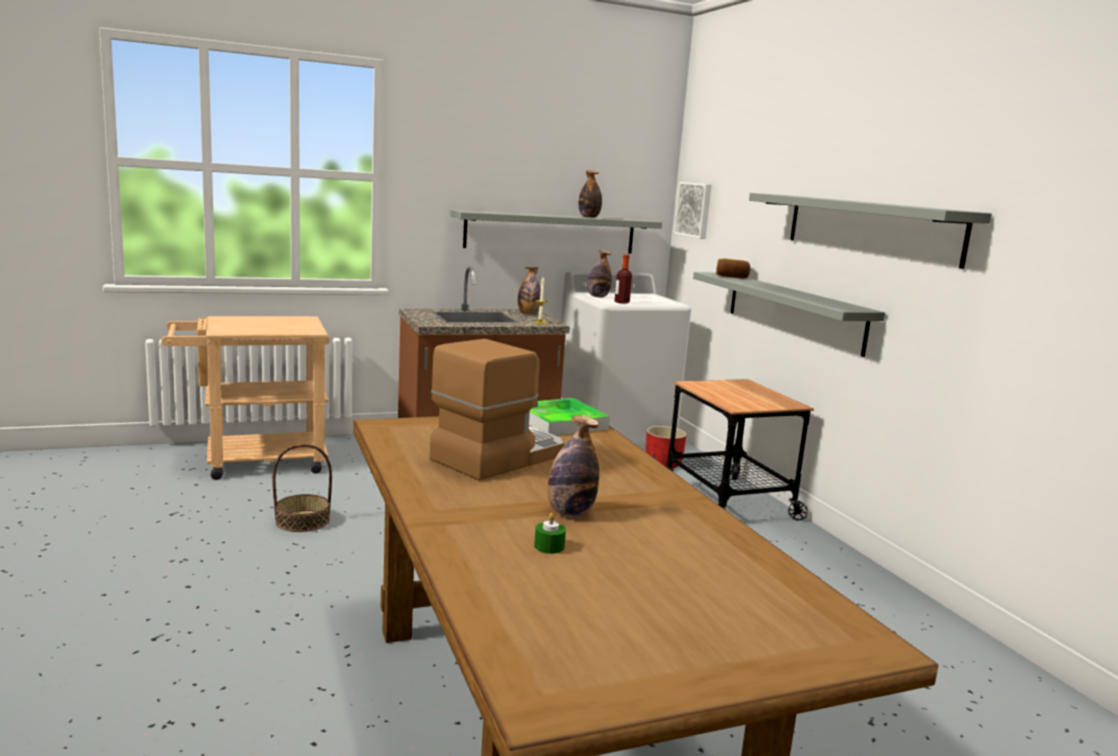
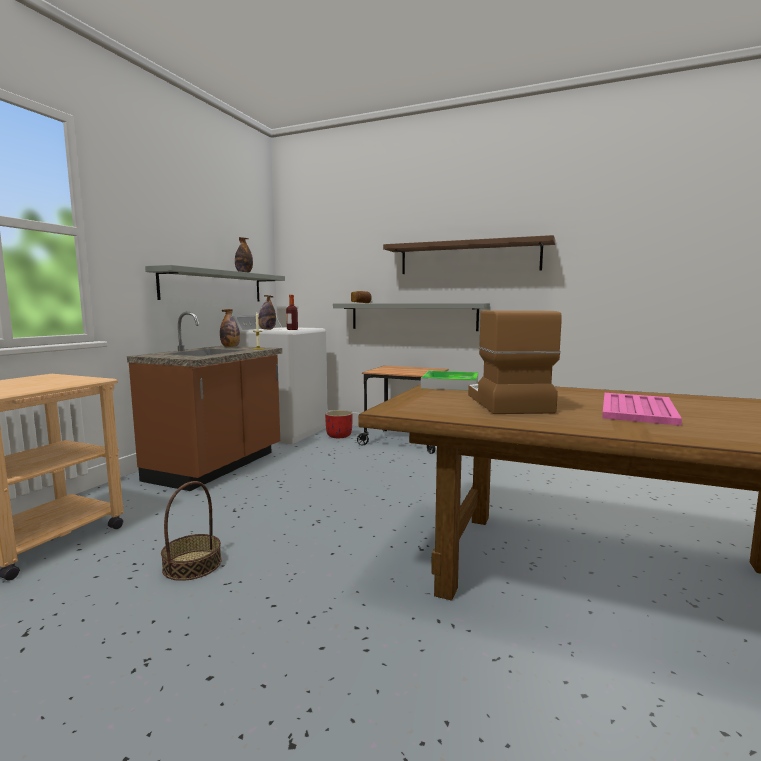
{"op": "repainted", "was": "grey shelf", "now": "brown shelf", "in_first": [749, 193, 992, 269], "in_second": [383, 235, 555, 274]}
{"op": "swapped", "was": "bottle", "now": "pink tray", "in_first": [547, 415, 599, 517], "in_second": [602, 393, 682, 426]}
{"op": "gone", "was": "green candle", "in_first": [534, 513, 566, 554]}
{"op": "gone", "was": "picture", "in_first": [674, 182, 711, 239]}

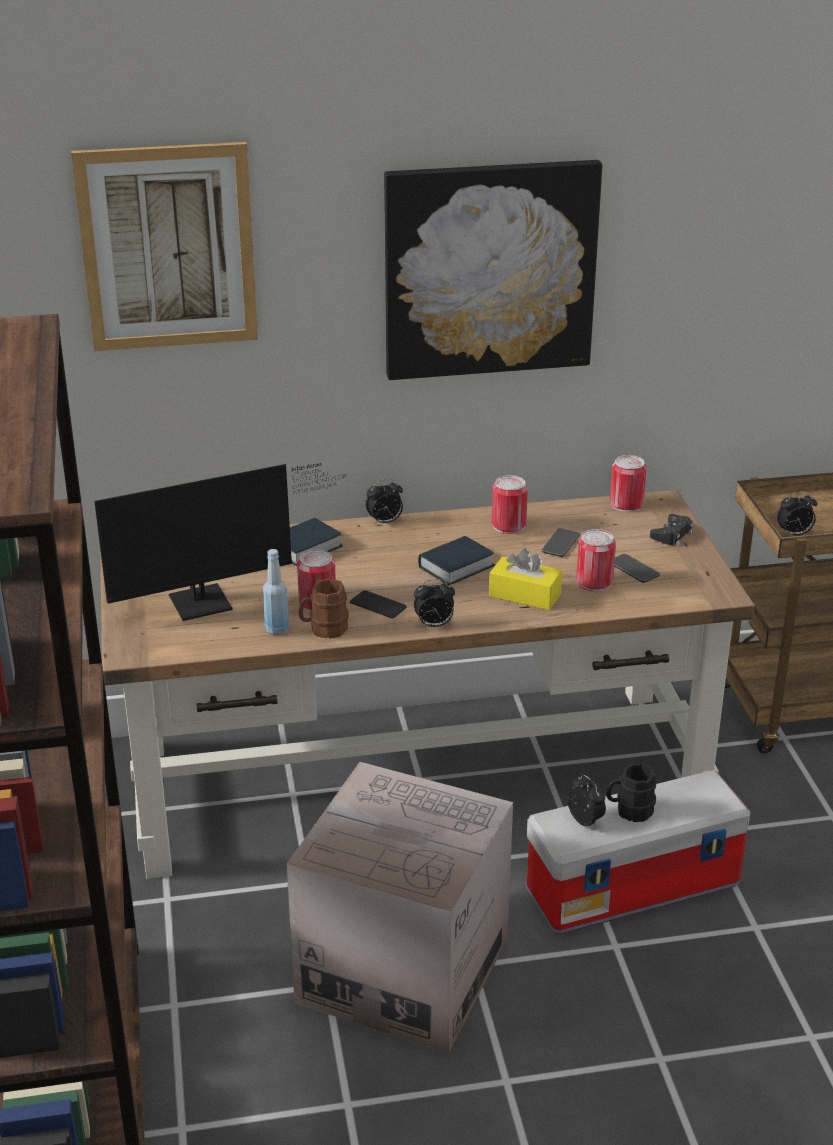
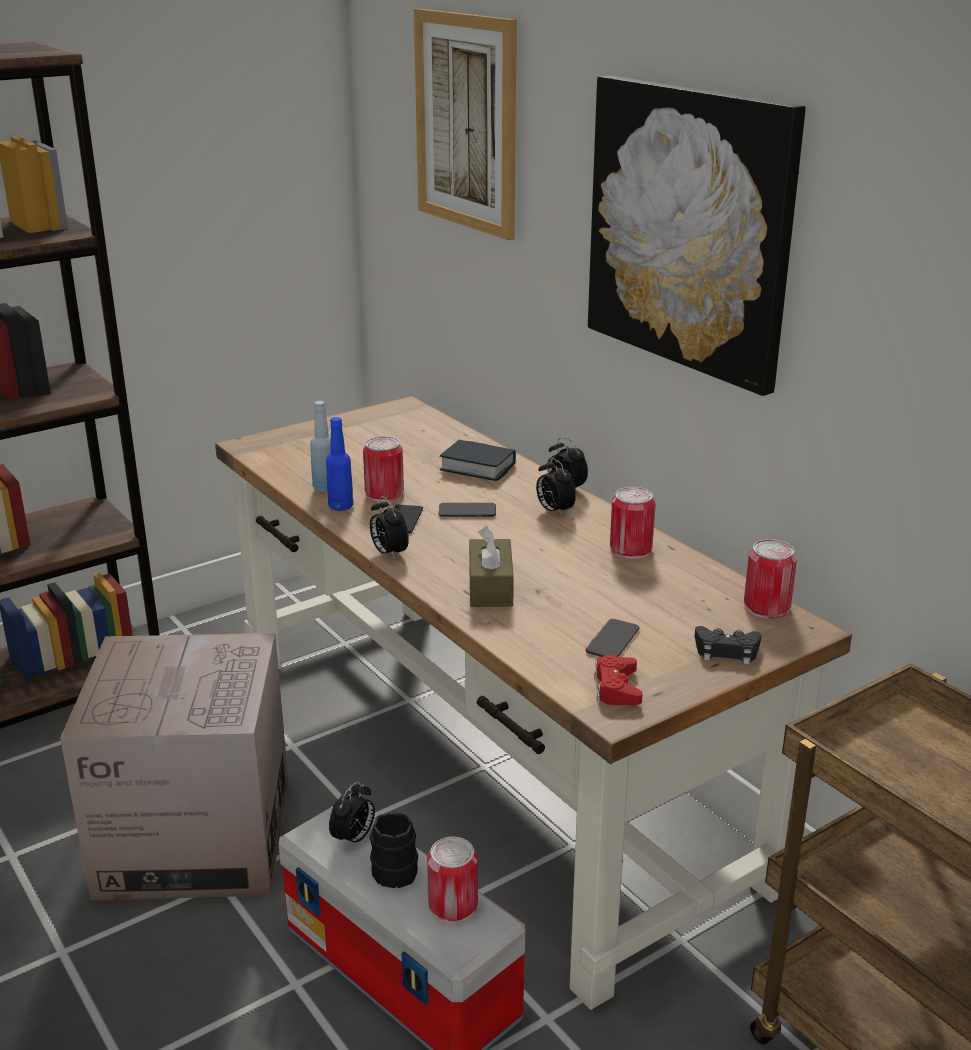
{"op": "swapped", "was": "brown mug", "now": "blue bottle", "in_first": [299, 579, 349, 638], "in_second": [326, 417, 353, 511]}
{"op": "shifted", "was": "can", "in_first": [576, 529, 616, 592], "in_second": [427, 837, 478, 923]}
{"op": "shifted", "was": "phone", "in_first": [542, 528, 580, 557], "in_second": [439, 503, 496, 517]}
{"op": "repainted", "was": "yellow tissue box", "now": "brown tissue box", "in_first": [489, 549, 562, 610], "in_second": [469, 526, 514, 607]}
{"op": "shifted", "was": "alarm clock", "in_first": [777, 491, 817, 536], "in_second": [536, 457, 576, 516]}
{"op": "new", "now": "red game controller", "in_second": [594, 655, 643, 705]}
{"op": "gone", "was": "monitor", "in_first": [94, 463, 345, 621]}
{"op": "gone", "was": "book", "in_first": [418, 536, 495, 585]}

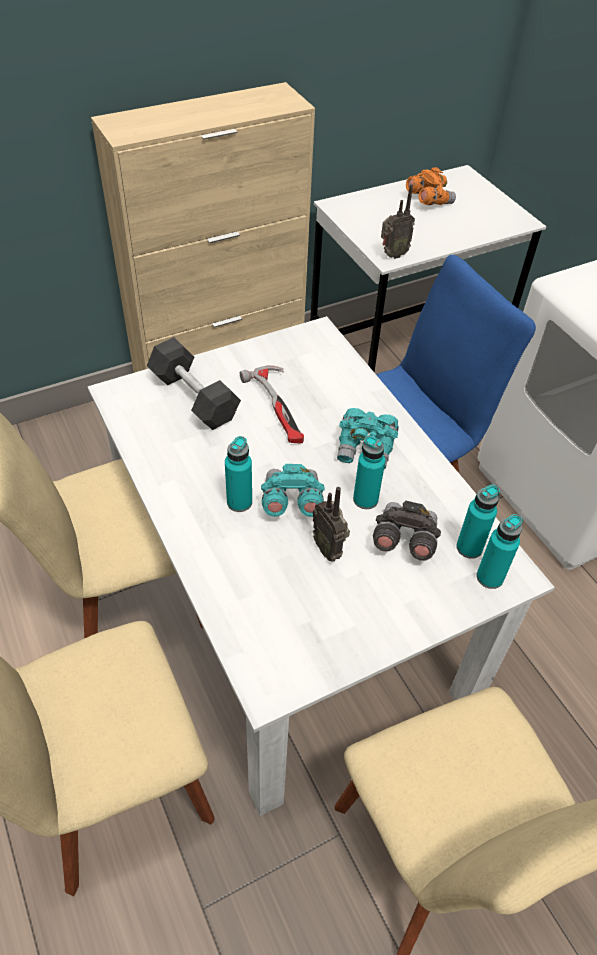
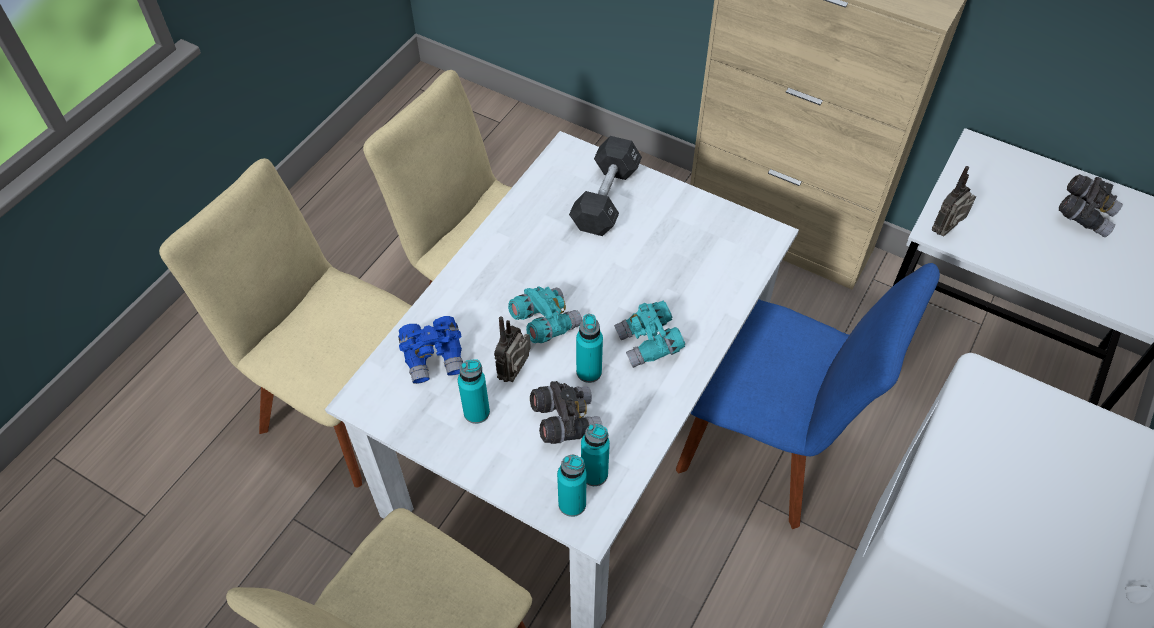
{"op": "new", "now": "blue binoculars", "in_second": [398, 316, 463, 384]}
{"op": "shifted", "was": "turquoise bottle", "in_first": [225, 436, 252, 512], "in_second": [458, 359, 490, 424]}
{"op": "rotated", "was": "radio", "in_first": [381, 184, 415, 259], "in_second": [931, 166, 976, 237], "clockwise": 105}
{"op": "repainted", "was": "orange binoculars", "now": "grey binoculars", "in_first": [406, 167, 456, 205], "in_second": [1059, 174, 1123, 237]}
{"op": "gone", "was": "hammer", "in_first": [240, 365, 304, 443]}

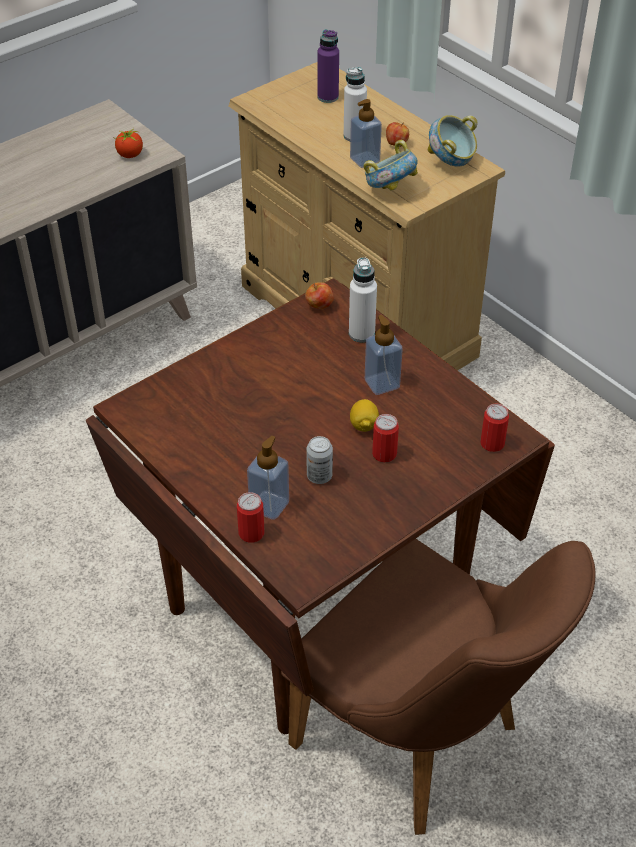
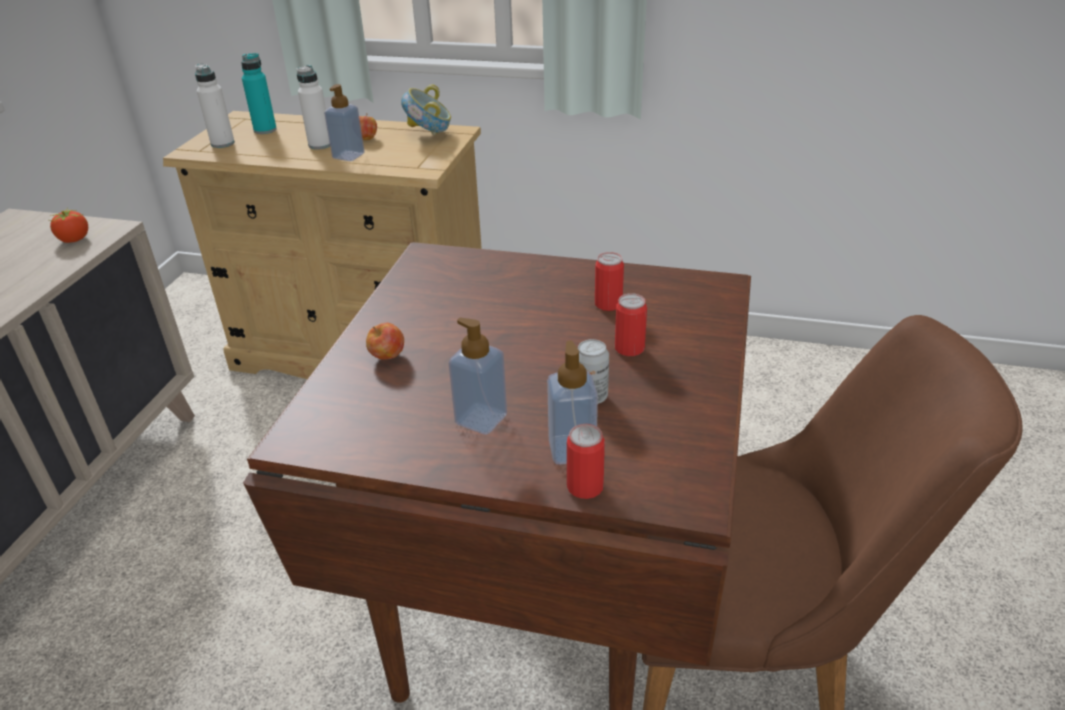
{"op": "shifted", "was": "white bottle", "in_first": [349, 258, 377, 343], "in_second": [195, 64, 235, 148]}
{"op": "repainted", "was": "purple bottle", "now": "turquoise bottle", "in_first": [317, 29, 339, 103], "in_second": [241, 53, 277, 134]}
{"op": "shifted", "was": "apple", "in_first": [305, 282, 334, 309], "in_second": [366, 323, 404, 360]}
{"op": "shifted", "was": "soap dispenser", "in_first": [365, 315, 402, 395], "in_second": [449, 317, 507, 435]}
{"op": "shifted", "was": "can", "in_first": [480, 404, 509, 452], "in_second": [595, 252, 624, 311]}
{"op": "gone", "was": "lemon", "in_first": [350, 399, 379, 432]}
{"op": "gone", "was": "bowl", "in_first": [363, 140, 418, 191]}

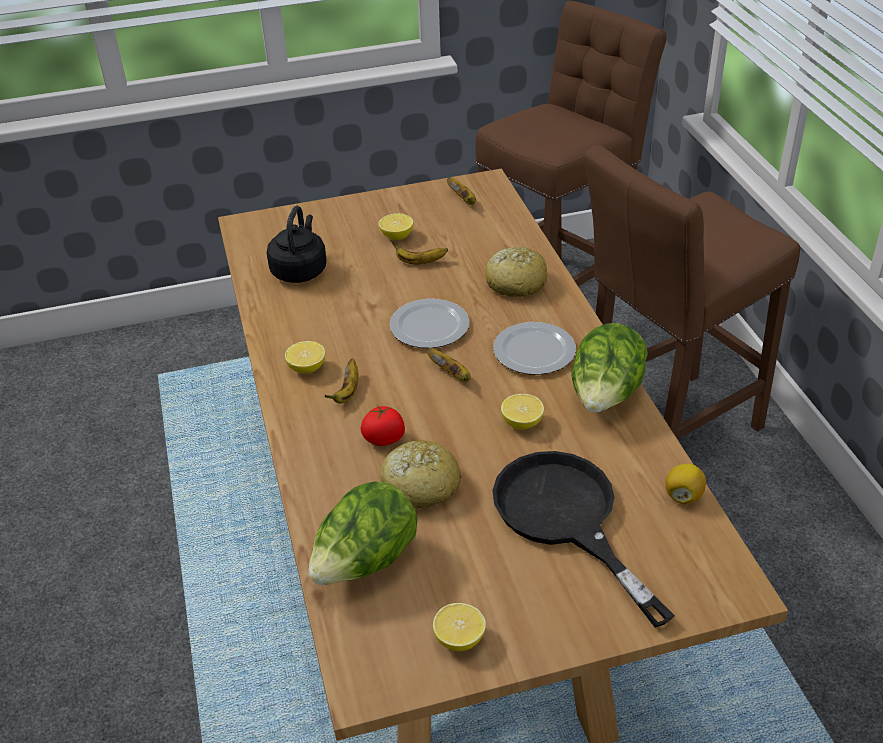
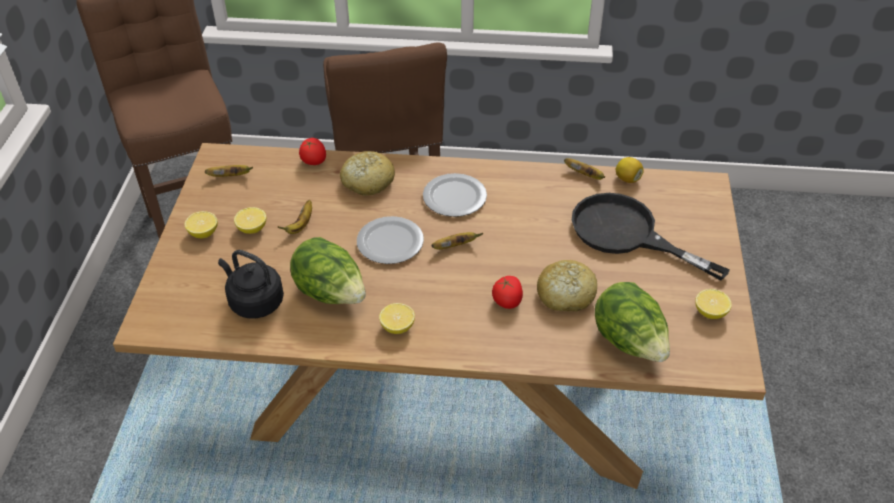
{"op": "shifted", "was": "lemon", "in_first": [501, 394, 544, 430], "in_second": [185, 211, 218, 238]}
{"op": "shifted", "was": "lettuce", "in_first": [571, 323, 648, 413], "in_second": [290, 237, 366, 304]}
{"op": "new", "now": "tomato", "in_second": [299, 138, 326, 165]}
{"op": "shifted", "was": "banana", "in_first": [325, 358, 358, 403], "in_second": [564, 158, 606, 180]}
{"op": "rotated", "was": "black frying pan", "in_first": [492, 451, 675, 628], "in_second": [572, 193, 730, 280], "clockwise": 45}

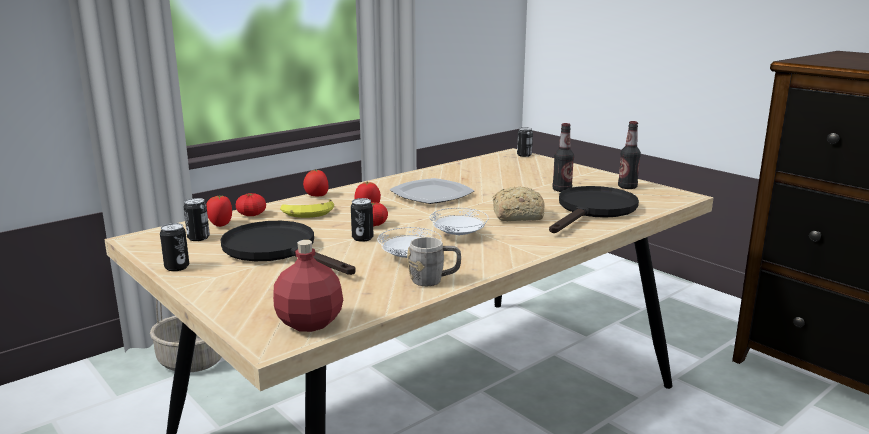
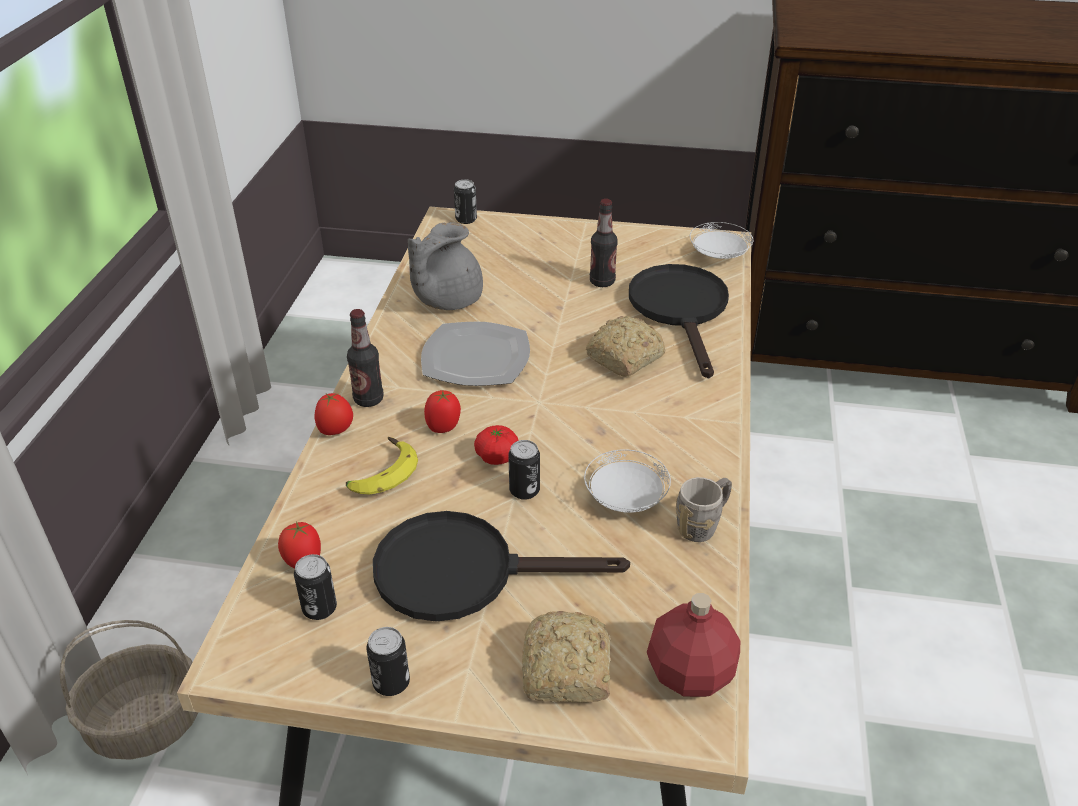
{"op": "shifted", "was": "bottle", "in_first": [618, 121, 641, 189], "in_second": [347, 309, 383, 407]}
{"op": "new", "now": "grey teapot", "in_second": [408, 222, 483, 310]}
{"op": "new", "now": "bread", "in_second": [522, 611, 611, 703]}
{"op": "shifted", "was": "white plate", "in_first": [430, 208, 489, 236], "in_second": [690, 222, 753, 259]}
{"op": "gone", "was": "tomato", "in_first": [236, 193, 266, 216]}

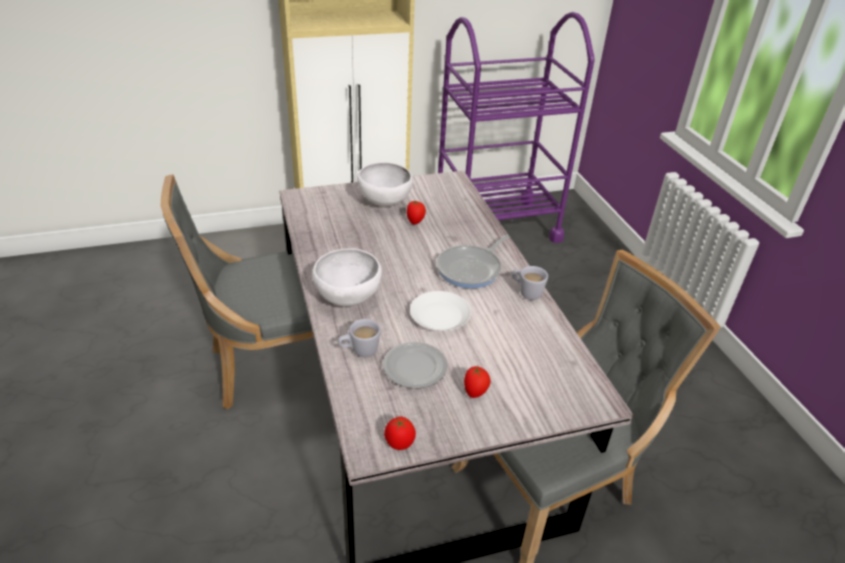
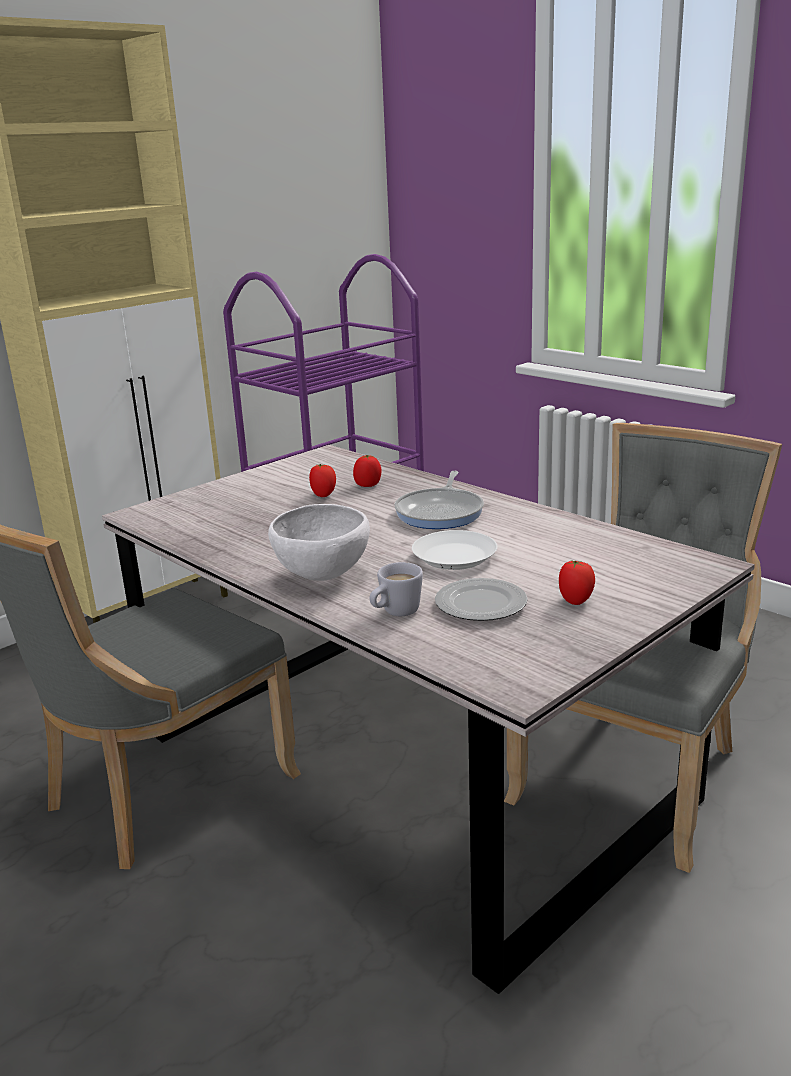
{"op": "shifted", "was": "tomato", "in_first": [384, 416, 416, 450], "in_second": [353, 455, 381, 487]}
{"op": "gone", "was": "white bowl", "in_first": [357, 162, 413, 207]}
{"op": "gone", "was": "white mug", "in_first": [512, 266, 548, 300]}

